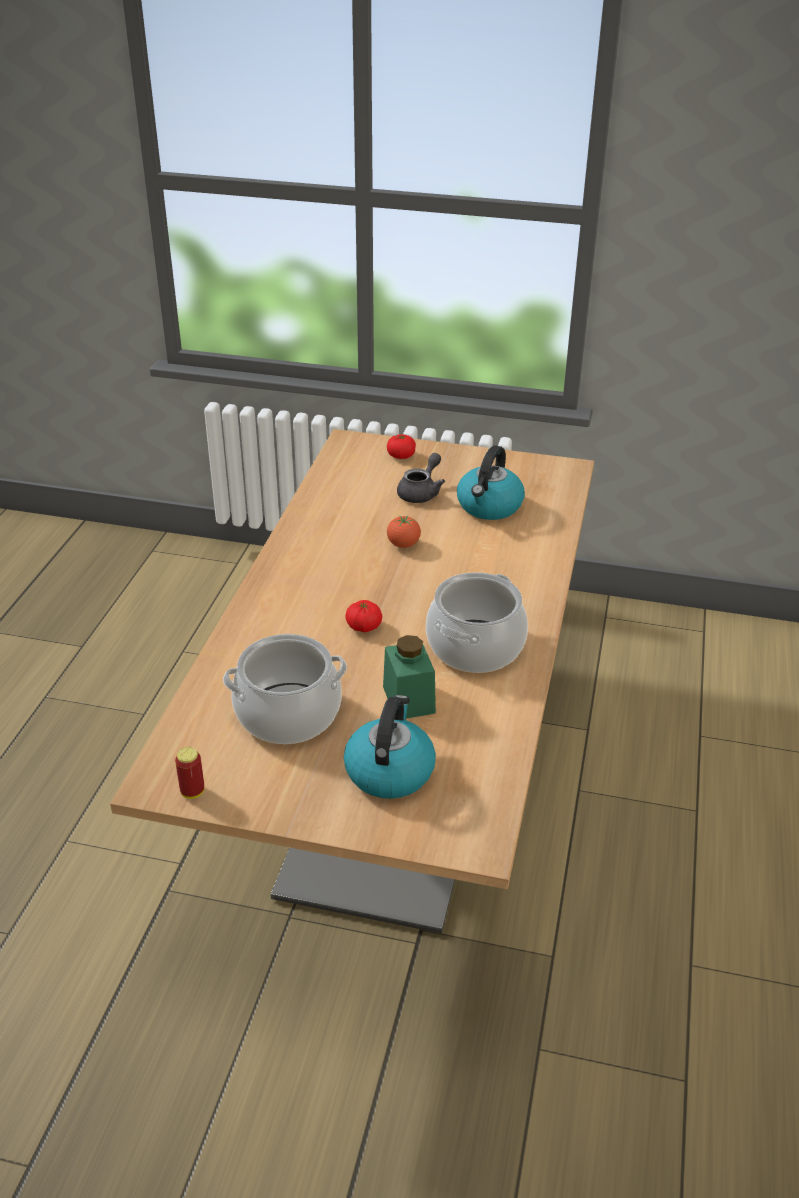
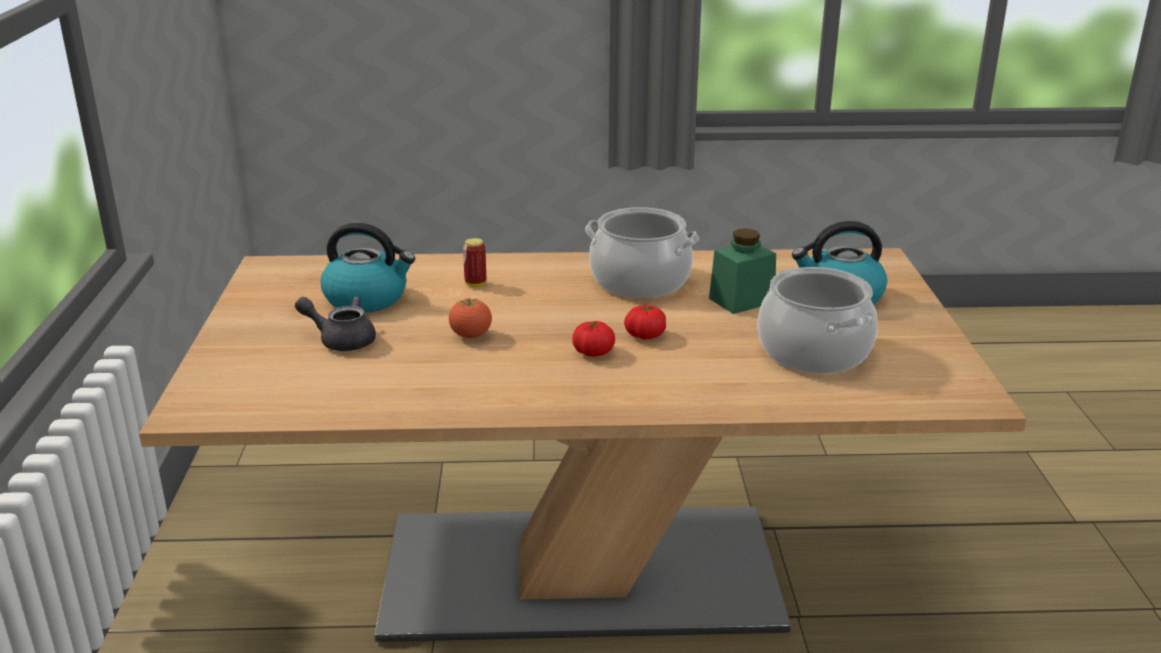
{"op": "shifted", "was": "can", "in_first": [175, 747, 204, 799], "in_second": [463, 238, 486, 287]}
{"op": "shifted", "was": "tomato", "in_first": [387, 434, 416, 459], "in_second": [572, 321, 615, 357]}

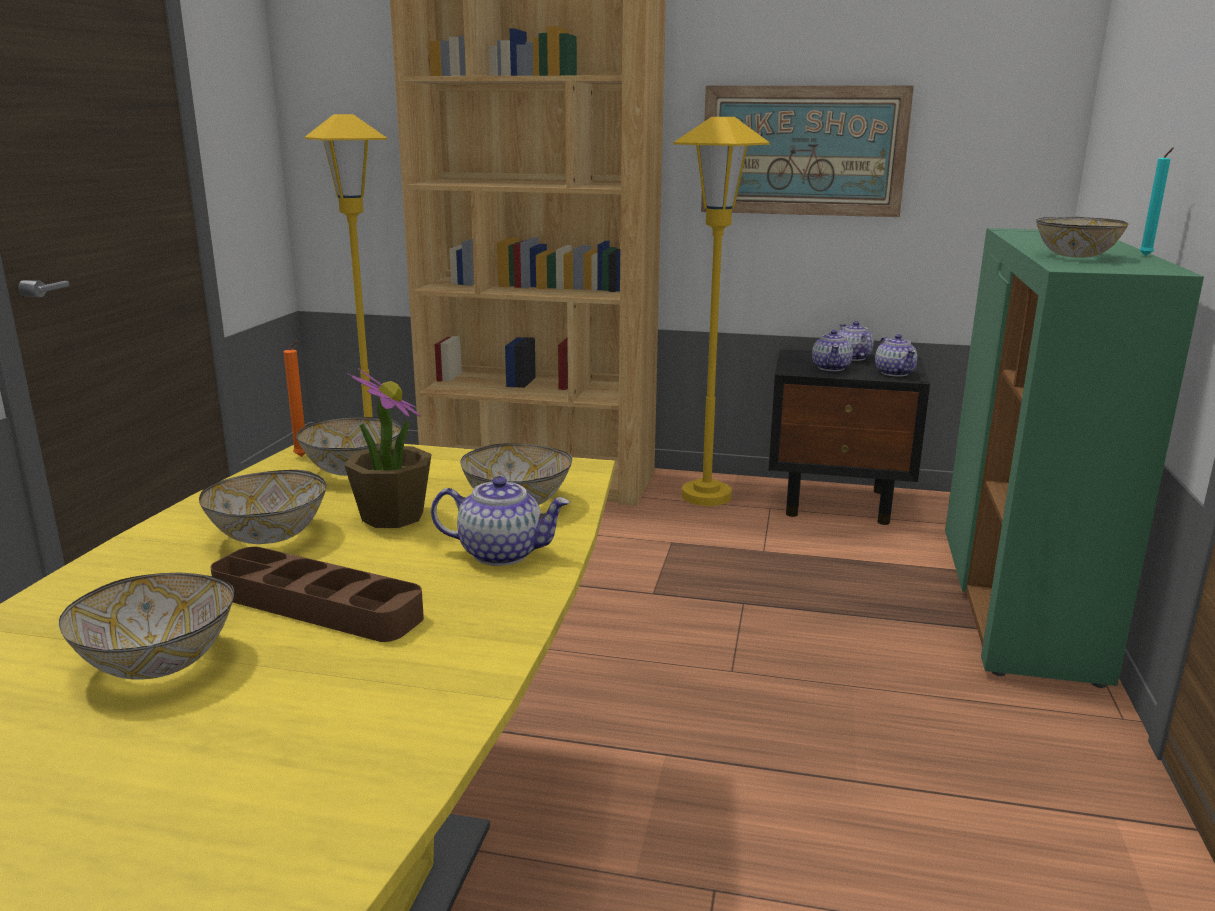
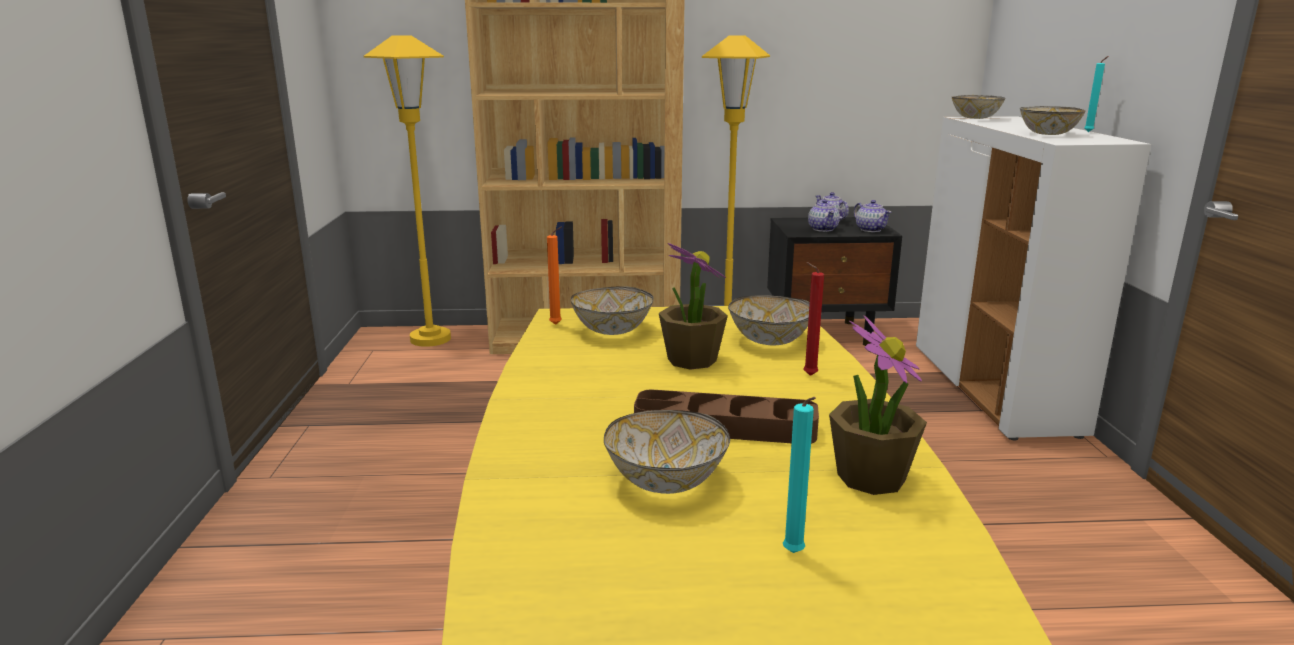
{"op": "new", "now": "turquoise candle", "in_second": [783, 397, 816, 553]}
{"op": "swapped", "was": "teapot", "now": "red candle", "in_first": [431, 476, 570, 566], "in_second": [804, 262, 824, 376]}
{"op": "new", "now": "potted plant", "in_second": [829, 315, 927, 495]}
{"op": "repainted", "was": "green cabinet", "now": "white cabinet", "in_first": [945, 228, 1204, 688], "in_second": [916, 116, 1151, 440]}
{"op": "shifted", "was": "bowl", "in_first": [199, 470, 327, 544], "in_second": [952, 95, 1006, 119]}
{"op": "gone", "was": "picture", "in_first": [701, 85, 914, 217]}

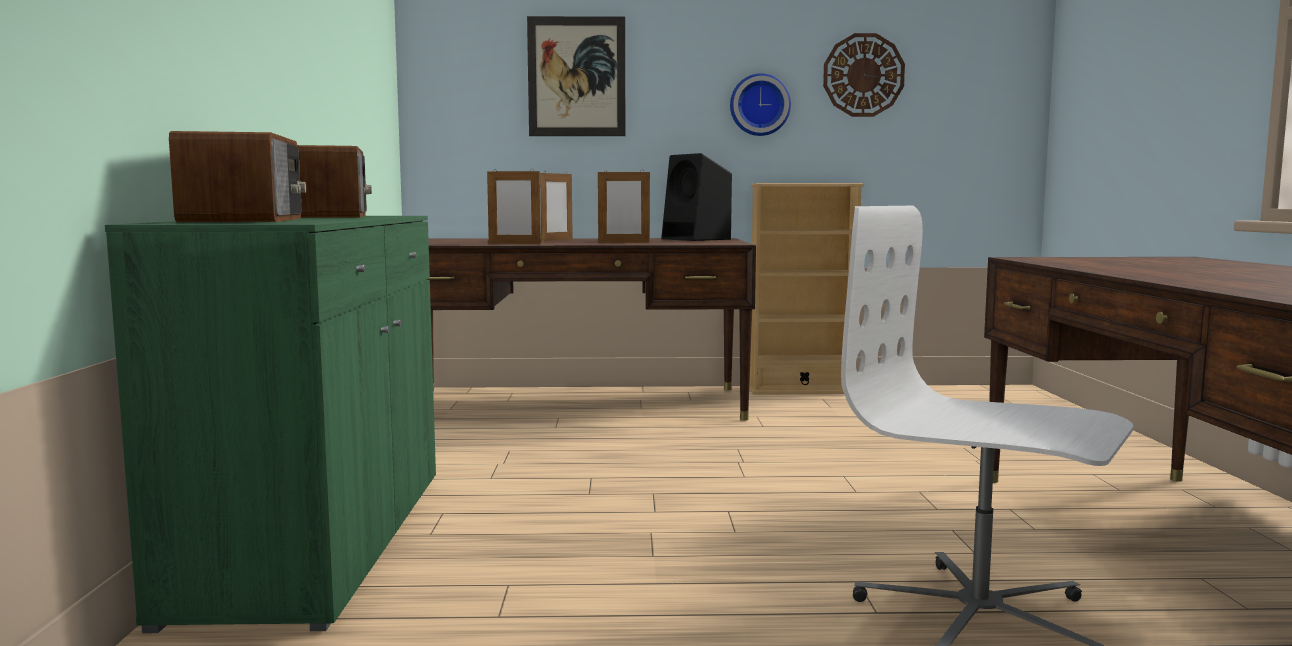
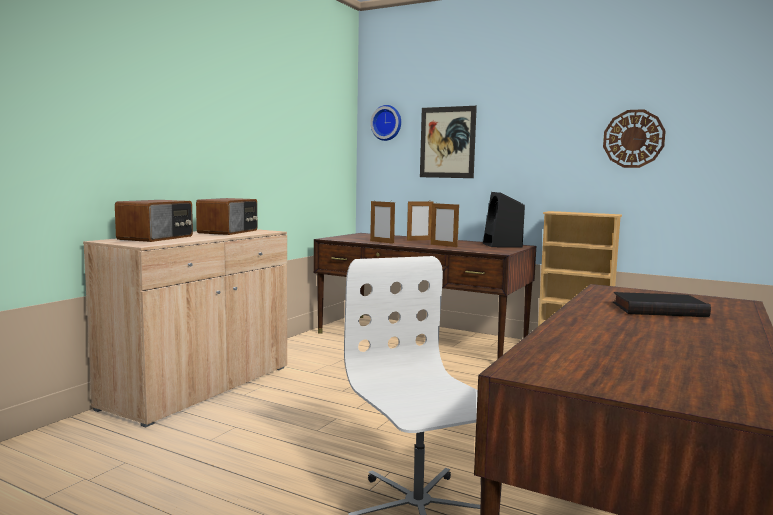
{"op": "repainted", "was": "green cabinet", "now": "beige cabinet", "in_first": [105, 216, 436, 633], "in_second": [83, 229, 287, 428]}
{"op": "shifted", "was": "wall clock", "in_first": [730, 73, 791, 136], "in_second": [370, 105, 401, 141]}
{"op": "new", "now": "black book", "in_second": [613, 292, 711, 317]}

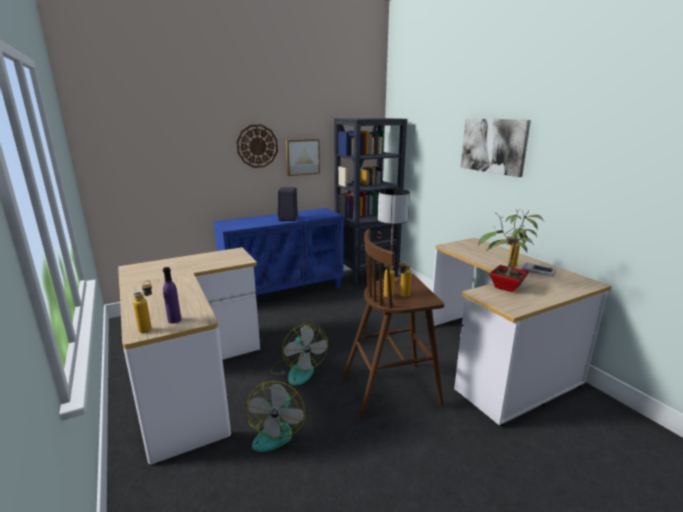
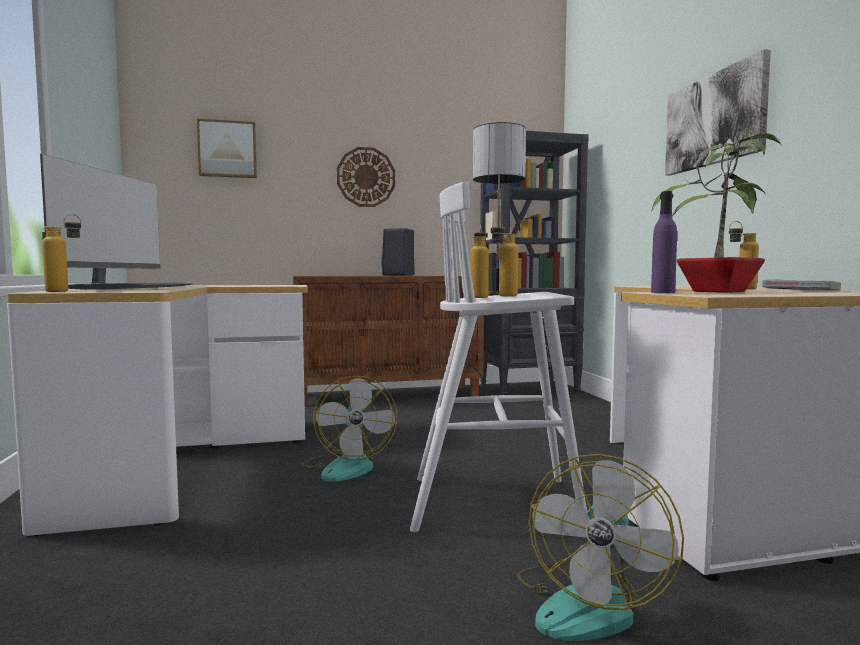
{"op": "new", "now": "monitor", "in_second": [40, 154, 193, 290]}
{"op": "shifted", "was": "picture", "in_first": [286, 139, 320, 176], "in_second": [197, 119, 257, 178]}
{"op": "repainted", "was": "blue cabinet", "now": "brown cabinet", "in_first": [214, 208, 344, 295], "in_second": [293, 276, 484, 407]}
{"op": "repainted", "was": "brown stool", "now": "white stool", "in_first": [343, 229, 444, 419], "in_second": [410, 182, 587, 533]}
{"op": "shifted", "was": "fan", "in_first": [247, 381, 306, 452], "in_second": [517, 454, 684, 641]}
{"op": "shifted", "was": "purple bottle", "in_first": [163, 267, 181, 324], "in_second": [651, 191, 677, 293]}

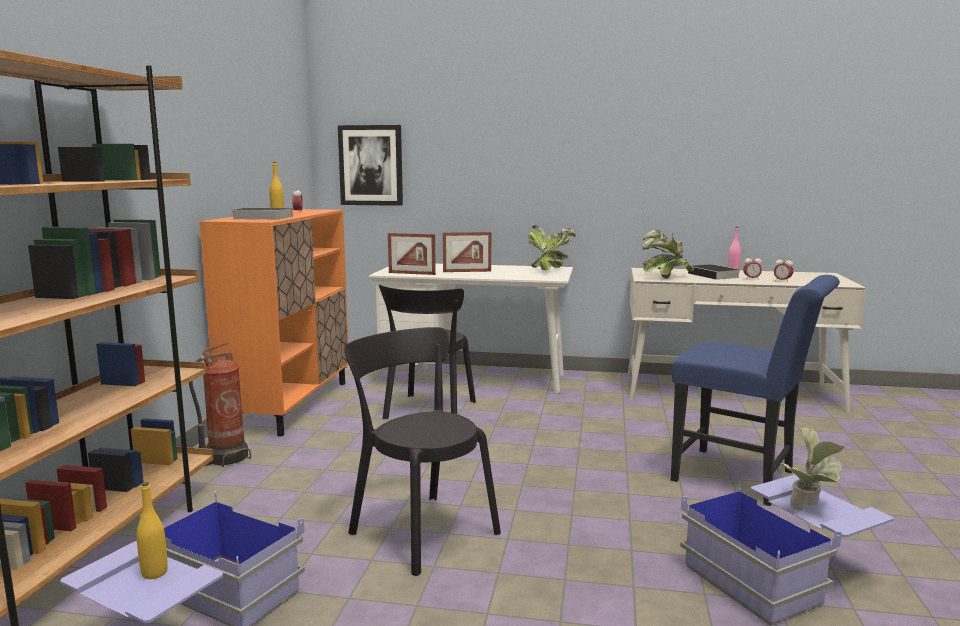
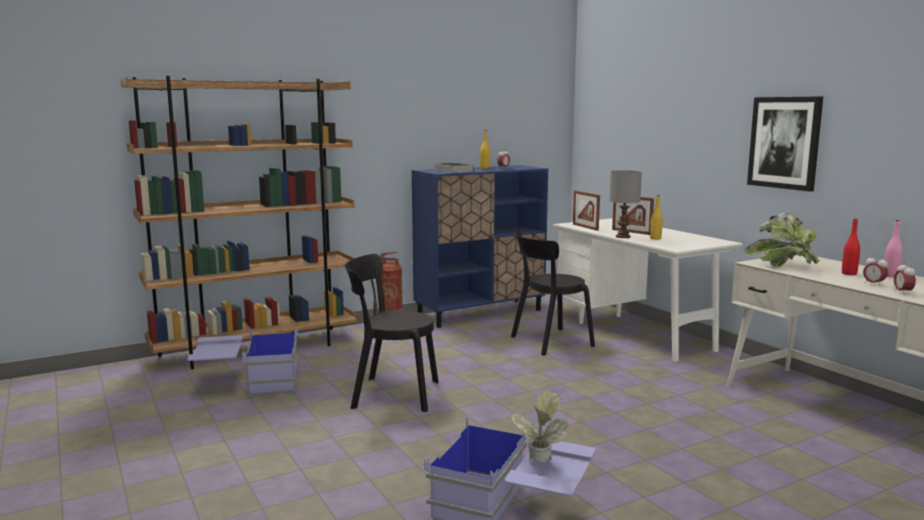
{"op": "rotated", "was": "black chair", "in_first": [344, 327, 501, 576], "in_second": [344, 254, 439, 412], "clockwise": -90}
{"op": "repainted", "was": "orange cabinet", "now": "blue cabinet", "in_first": [199, 209, 349, 436], "in_second": [412, 165, 548, 328]}
{"op": "new", "now": "grey table lamp", "in_second": [609, 170, 642, 238]}
{"op": "shifted", "was": "yellow bottle", "in_first": [136, 482, 168, 579], "in_second": [650, 195, 663, 240]}
{"op": "shifted", "was": "picture", "in_first": [338, 125, 403, 206], "in_second": [747, 96, 823, 192]}
{"op": "swapped", "was": "book", "now": "red bottle", "in_first": [688, 264, 740, 281], "in_second": [842, 219, 860, 275]}
{"op": "gone", "was": "potted plant", "in_first": [528, 225, 576, 271]}
{"op": "gone", "was": "blue chair", "in_first": [671, 275, 840, 506]}

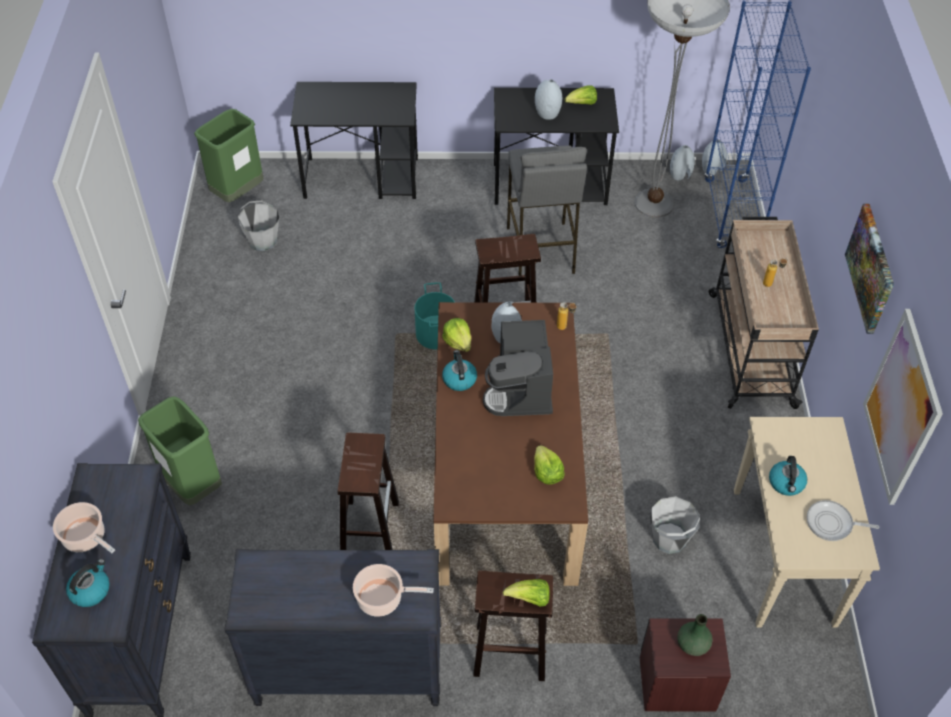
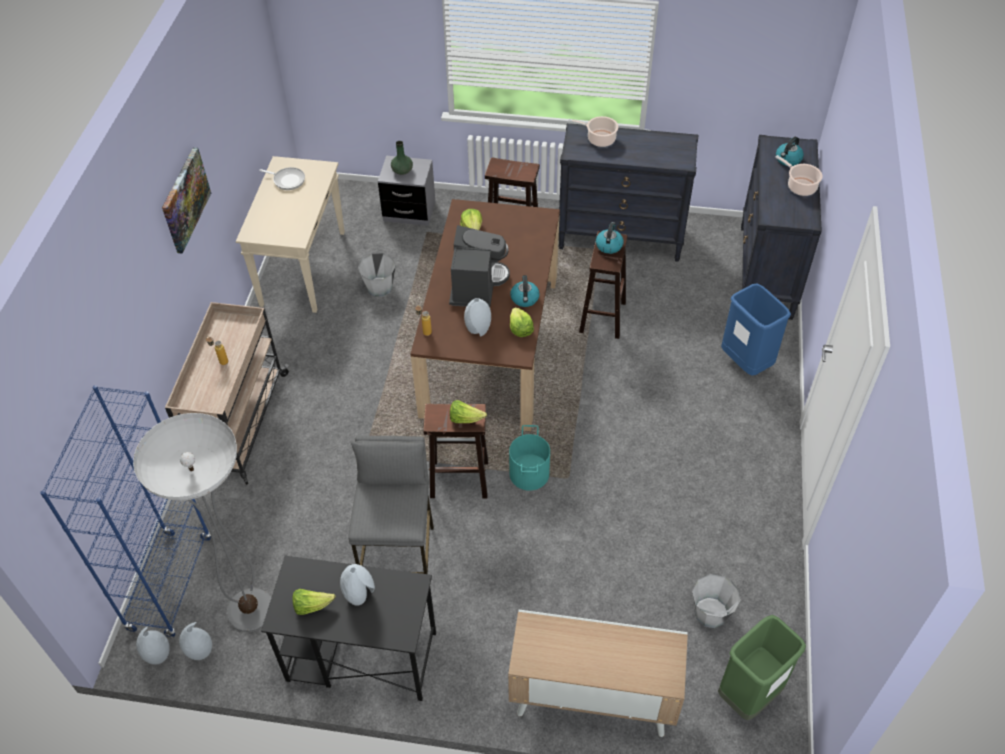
{"op": "repainted", "was": "brown nightstand", "now": "grey nightstand", "in_first": [640, 618, 731, 711], "in_second": [378, 156, 435, 226]}
{"op": "shifted", "was": "lettuce", "in_first": [503, 579, 550, 607], "in_second": [450, 400, 487, 423]}
{"op": "swapped", "was": "black desk", "now": "cabinet", "in_first": [290, 82, 418, 199], "in_second": [508, 610, 688, 737]}
{"op": "shifted", "was": "kettle", "in_first": [769, 456, 807, 496], "in_second": [596, 222, 624, 254]}
{"op": "repainted", "was": "green trash can", "now": "blue trash can", "in_first": [138, 396, 222, 505], "in_second": [721, 283, 791, 375]}
{"op": "gone", "was": "picture", "in_first": [863, 309, 943, 505]}

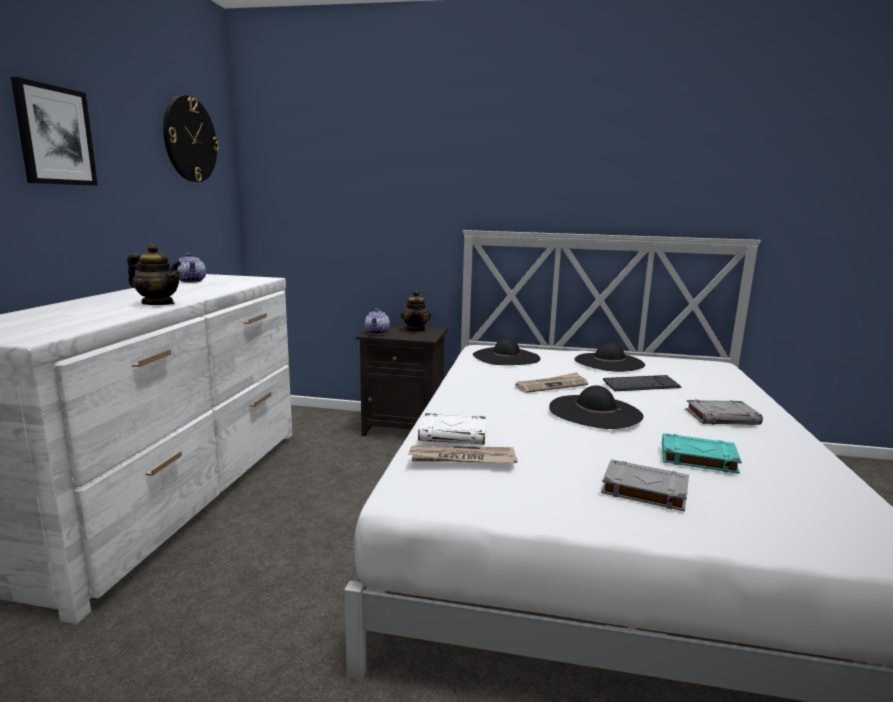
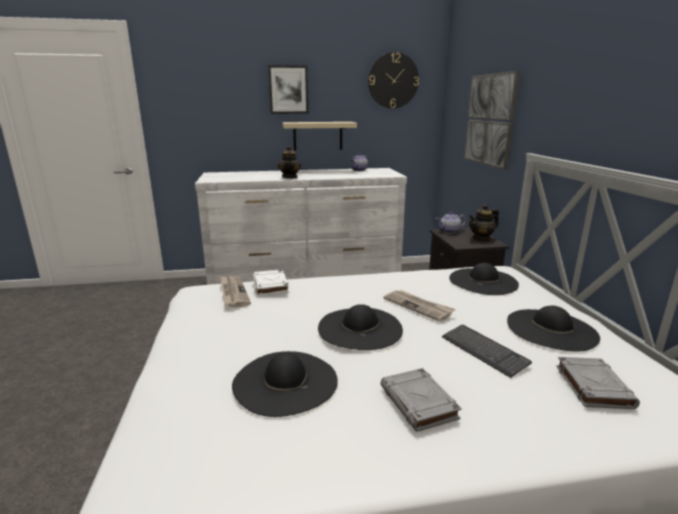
{"op": "swapped", "was": "turquoise book", "now": "black hat", "in_first": [662, 433, 742, 474], "in_second": [232, 351, 338, 417]}
{"op": "new", "now": "beige shelf", "in_second": [283, 122, 357, 151]}
{"op": "new", "now": "picture", "in_second": [464, 71, 521, 169]}
{"op": "shifted", "was": "grey book", "in_first": [601, 459, 689, 512], "in_second": [557, 357, 640, 409]}

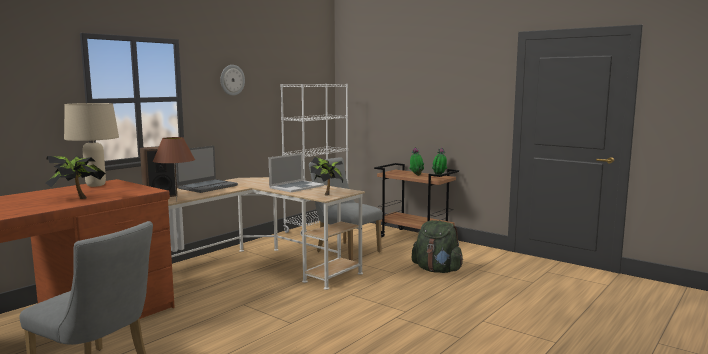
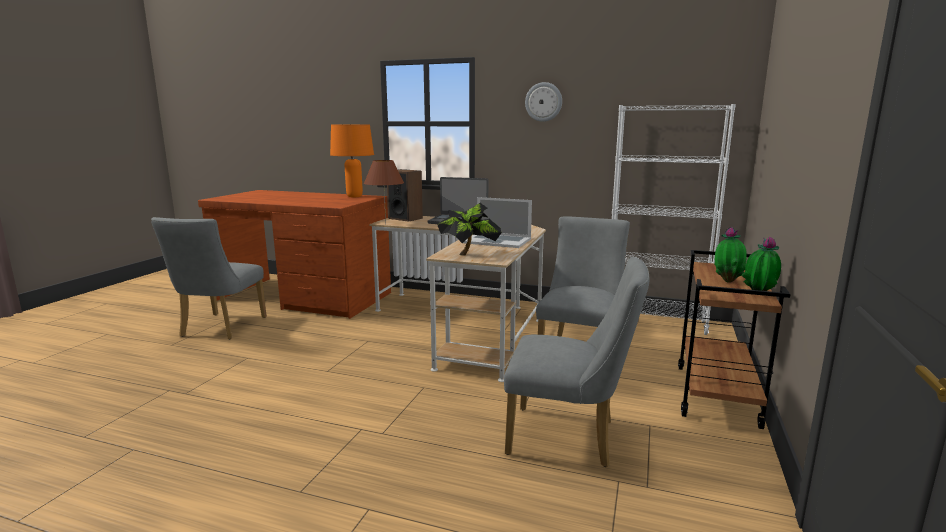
{"op": "repainted", "was": "beige table lamp", "now": "orange table lamp", "in_first": [64, 103, 119, 187], "in_second": [330, 124, 374, 197]}
{"op": "swapped", "was": "green backpack", "now": "grey chair", "in_first": [412, 220, 463, 273], "in_second": [504, 257, 649, 467]}
{"op": "gone", "was": "potted plant", "in_first": [46, 156, 106, 199]}

